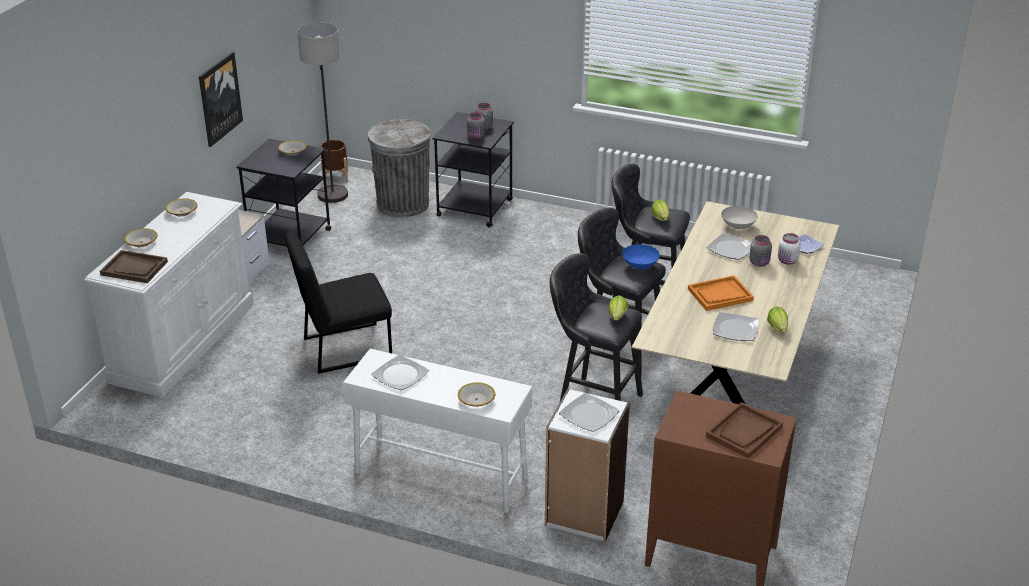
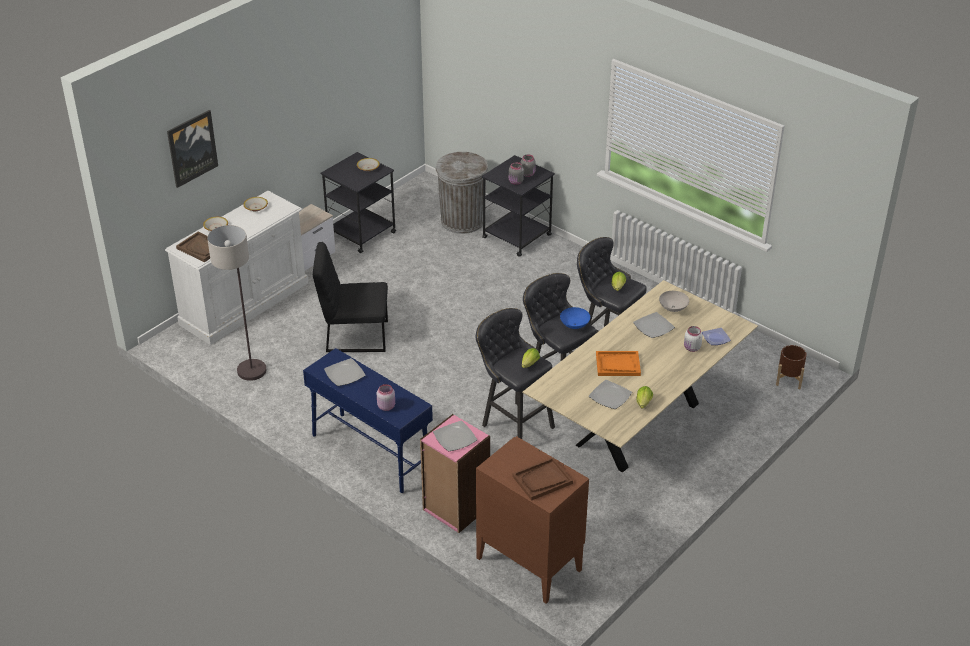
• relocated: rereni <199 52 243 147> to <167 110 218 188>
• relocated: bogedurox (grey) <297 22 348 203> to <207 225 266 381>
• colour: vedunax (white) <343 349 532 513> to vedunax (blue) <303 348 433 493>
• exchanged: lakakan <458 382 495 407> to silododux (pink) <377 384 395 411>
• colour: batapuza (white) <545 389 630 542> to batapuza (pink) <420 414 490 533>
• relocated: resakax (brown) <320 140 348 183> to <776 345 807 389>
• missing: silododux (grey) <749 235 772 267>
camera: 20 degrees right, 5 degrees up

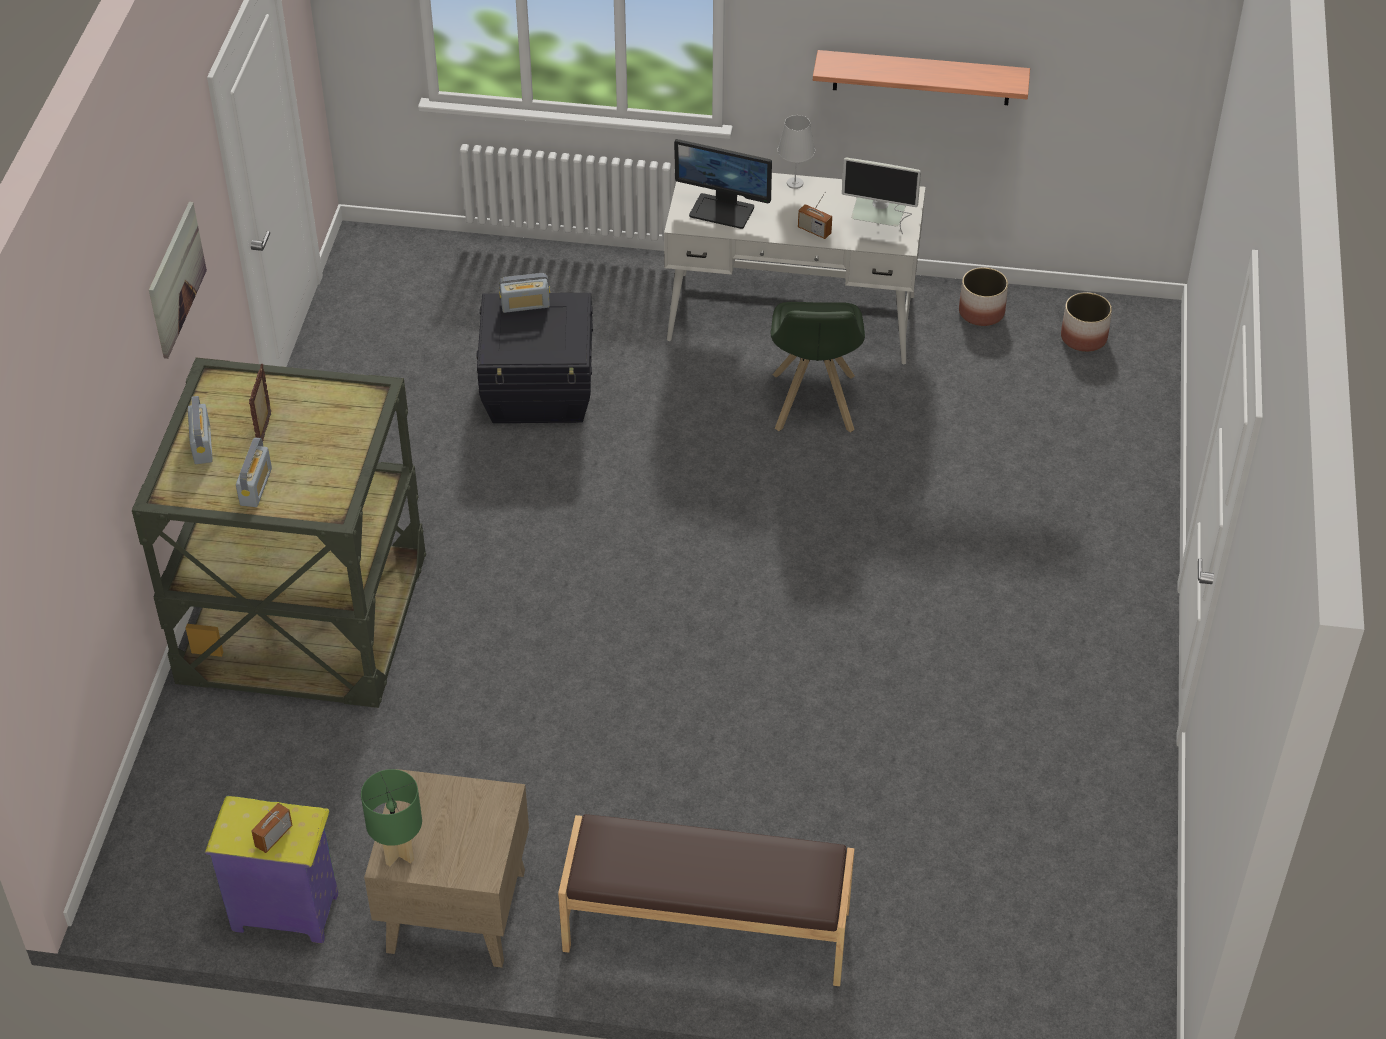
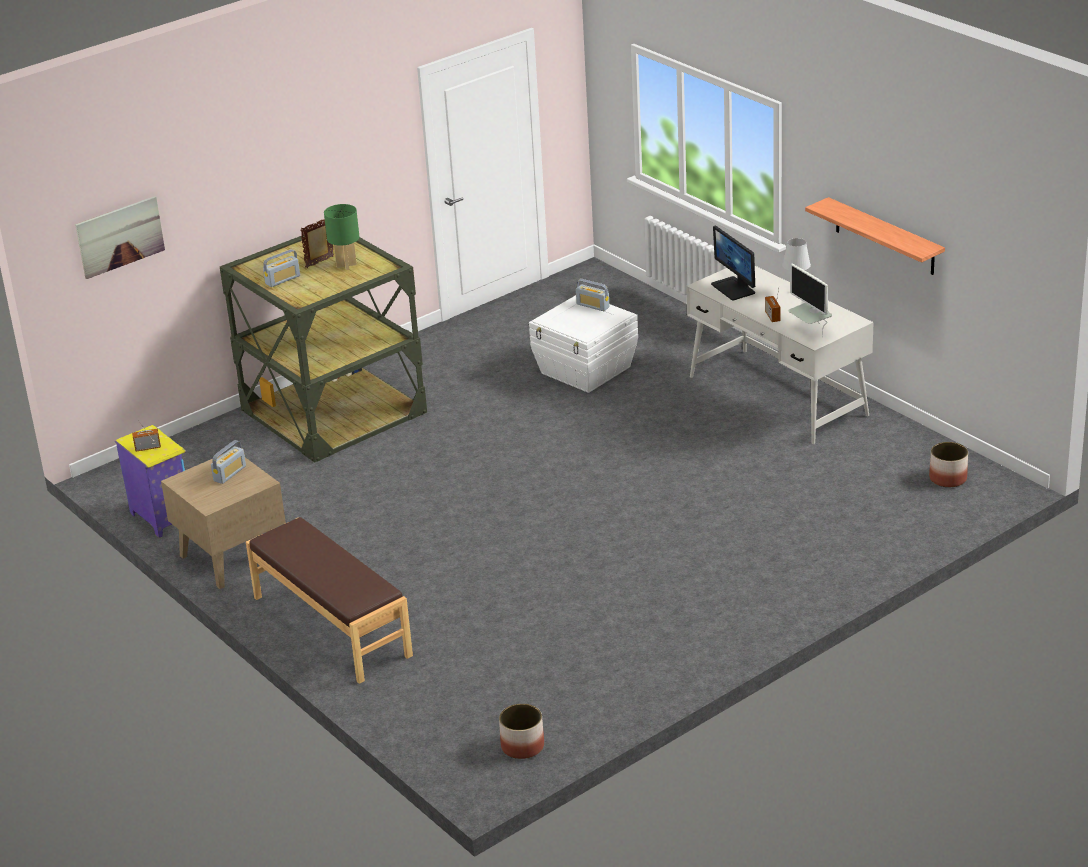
• relocated: rereni <149 202 207 359> to <75 196 165 279>
• relocated: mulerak <188 396 213 464> to <211 440 246 484>
• relocated: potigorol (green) <361 769 422 866> to <324 204 360 270>
• relocated: resakax <959 267 1008 326> to <499 704 544 759>
• colour: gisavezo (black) <476 293 593 423> to gisavezo (white) <529 295 638 393>
• missing: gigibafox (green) <771 302 865 432>
camera: 45 degrees right, 15 degrees down

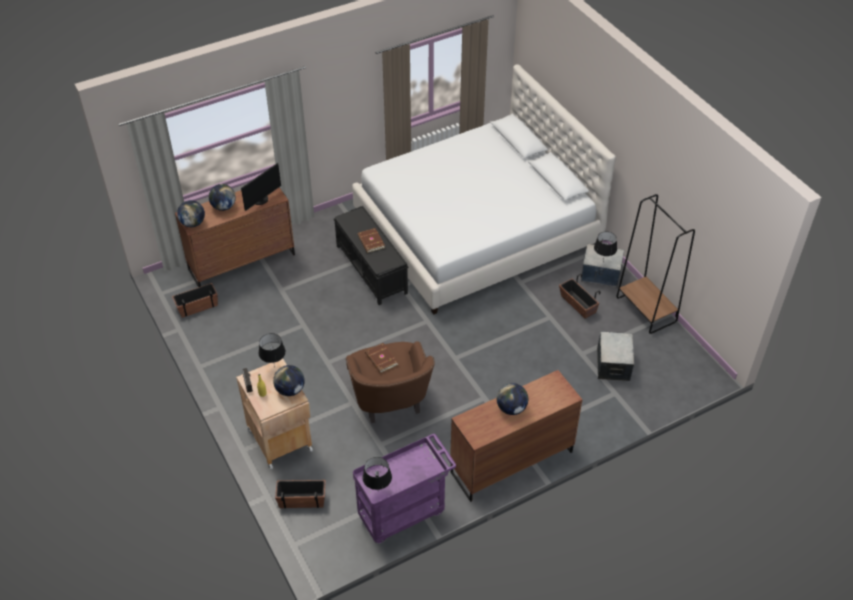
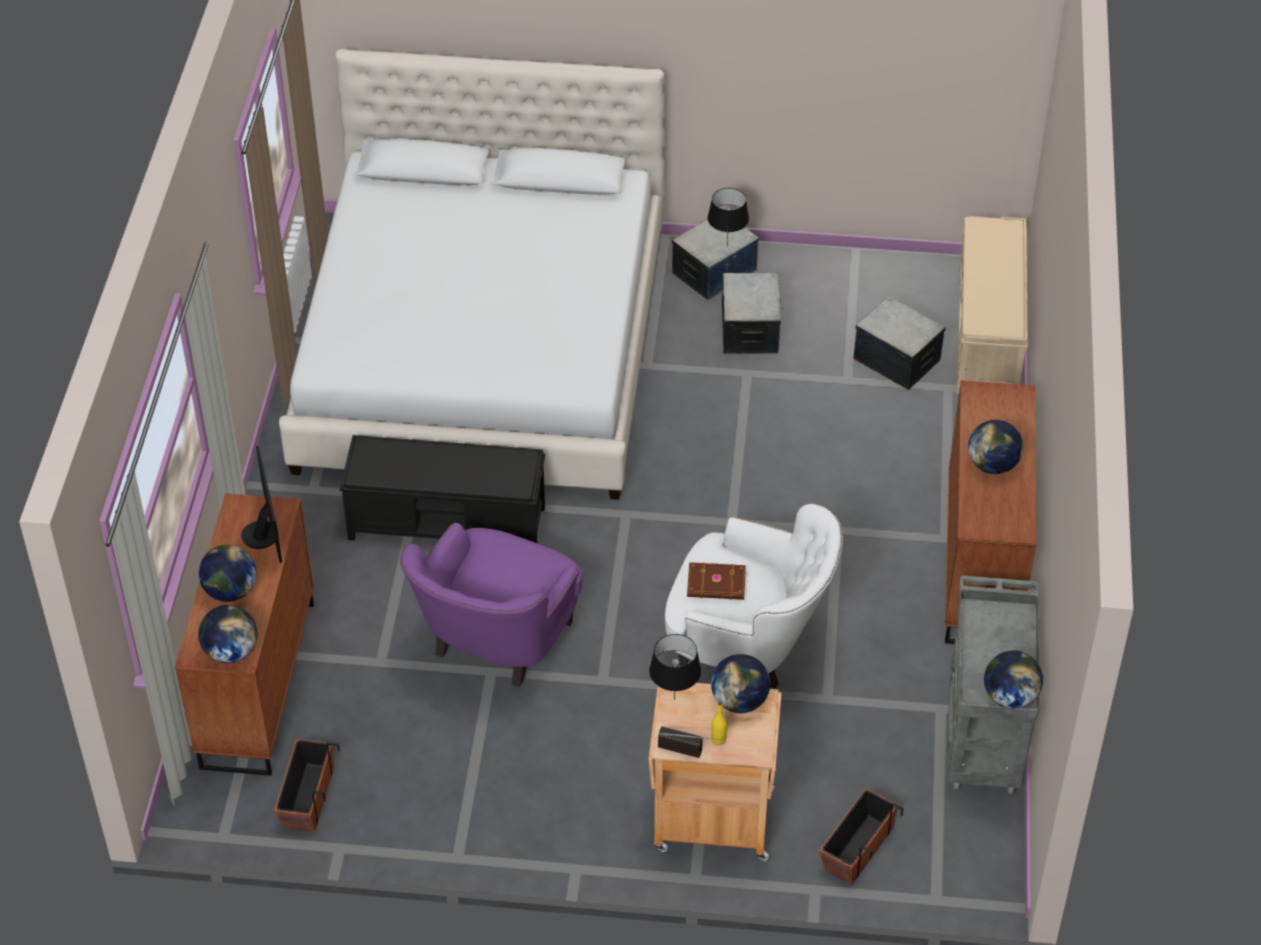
• appeared: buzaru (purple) <400 523 583 687>
• colour: buzaru (brown) <346 341 435 423> to buzaru (white) <665 503 843 689>
• exchanged: resakax <559 274 600 319> to gisavezo <722 273 782 354>
• colour: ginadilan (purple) <353 434 456 544> to ginadilan (grey) <947 576 1040 794>
• appeared: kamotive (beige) <956 216 1028 394>
• exchanged: potigorol (black) <363 457 392 490> to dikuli <984 650 1043 709>
• missing: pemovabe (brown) <358 228 385 253>
• missing: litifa <616 194 695 334>
camera: 55 degrees left, 0 degrees up

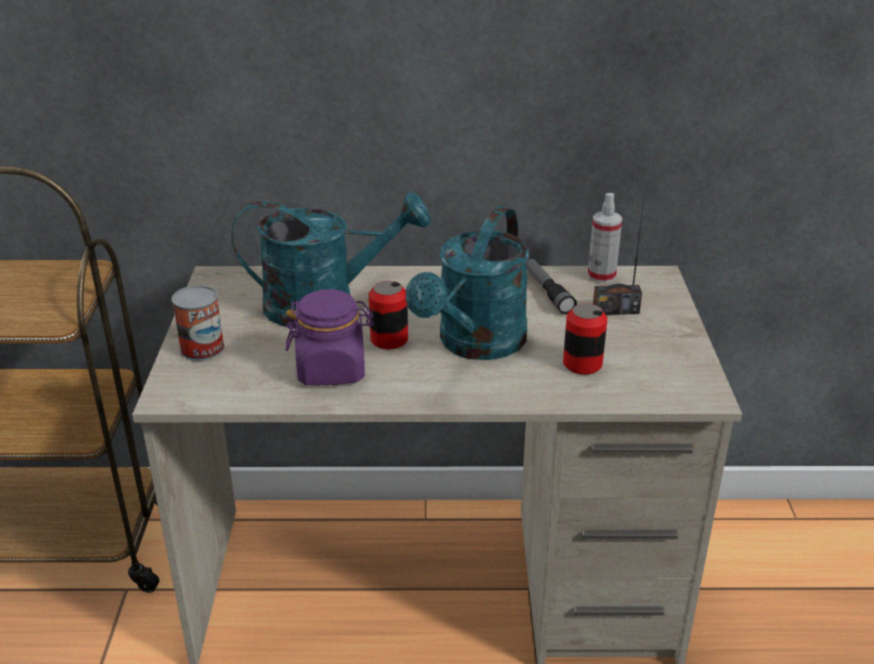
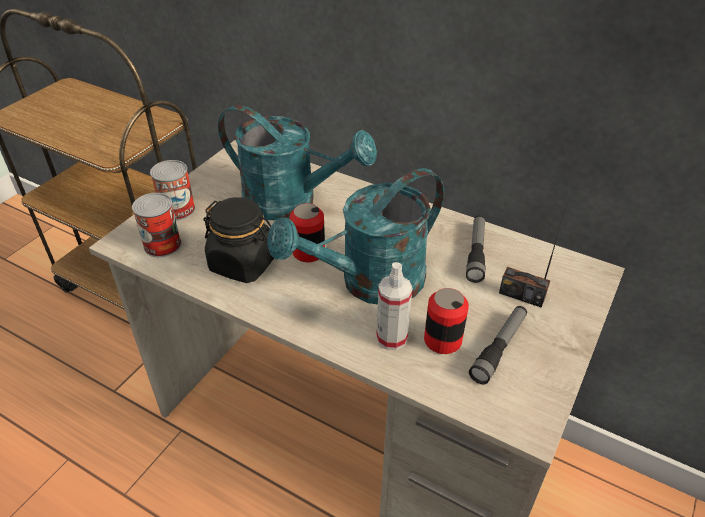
• appeared: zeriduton <132 193 181 257>
• colour: silododux (purple) <286 289 374 385> to silododux (black) <204 197 274 283>
• relocated: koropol <588 193 622 283> to <376 262 412 350>
• appeared: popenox <469 306 527 384>
camera: 30 degrees right, 10 degrees up

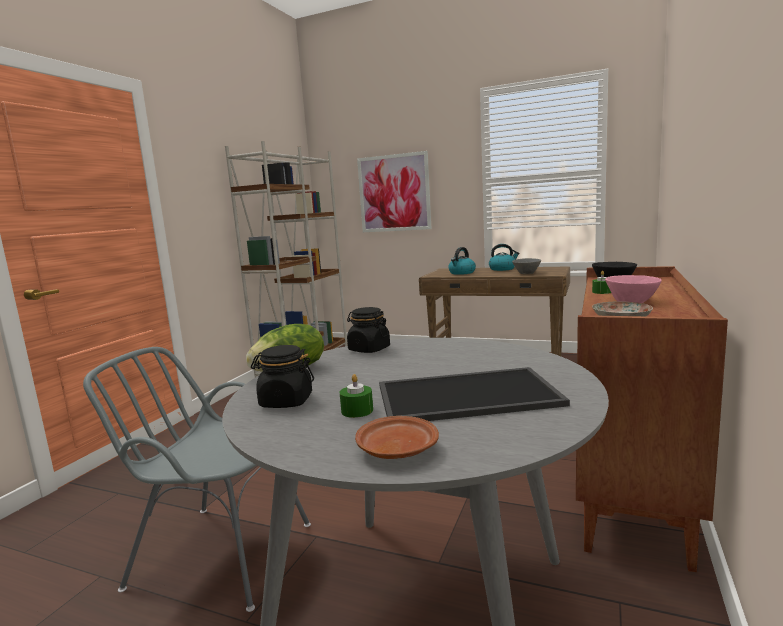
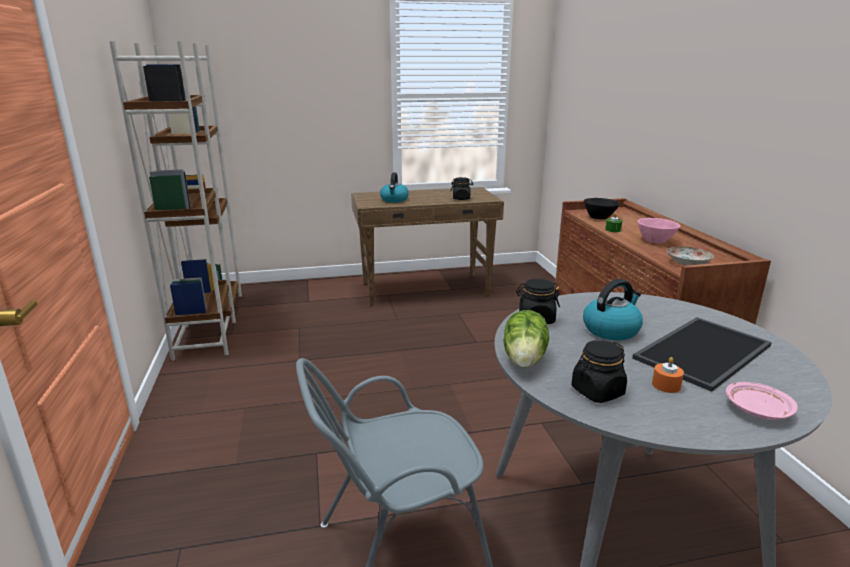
• exchanged: lakakan (grey) <512 258 541 274> to silododux (black) <451 177 473 200>
• relocated: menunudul <489 244 519 271> to <583 279 643 340>
• colour: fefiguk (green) <340 374 373 418> to fefiguk (orange) <652 357 684 393>
• colour: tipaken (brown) <355 416 439 459> to tipaken (pink) <726 382 798 420>
• missing: rereni <357 151 431 232>
camera: 35 degrees left, 10 degrees up

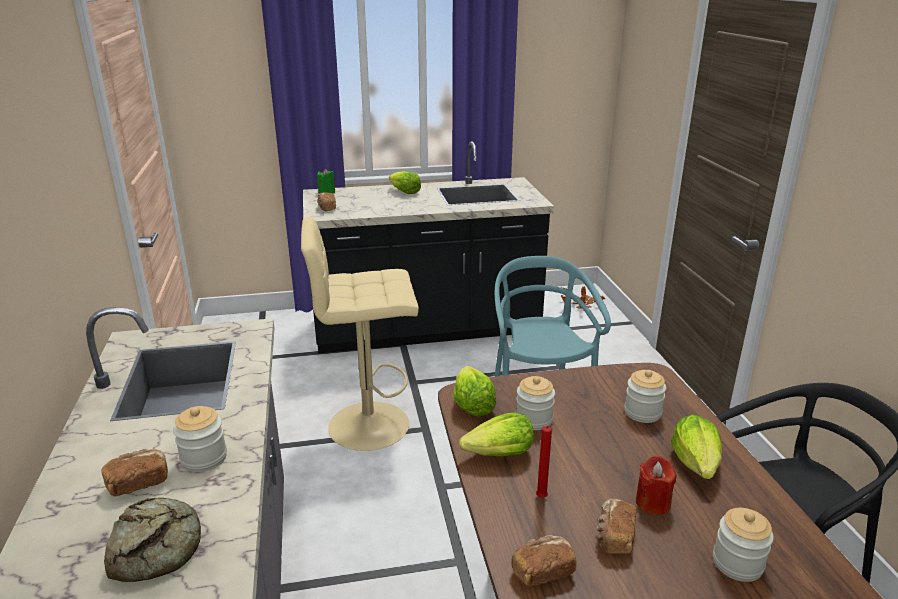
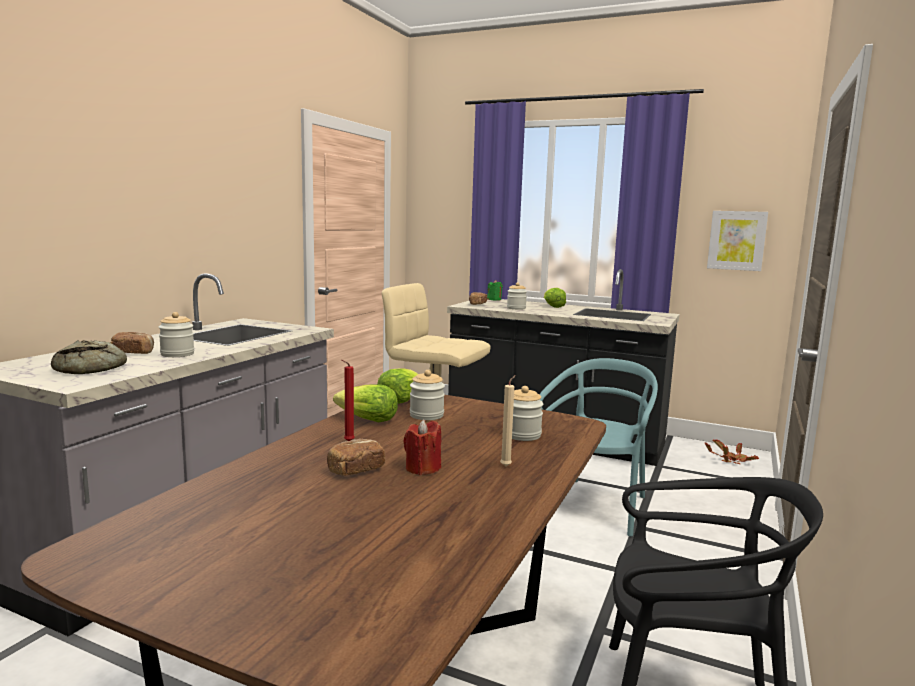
• exchanged: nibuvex <671 415 722 479> to fefiguk (beige) <500 375 516 467>
• relocated: silododux <713 508 774 582> to <507 282 527 310>
• appeared: rereni <707 211 768 271>
• missing: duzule <511 535 577 587>
camera: 35 degrees right, 15 degrees down

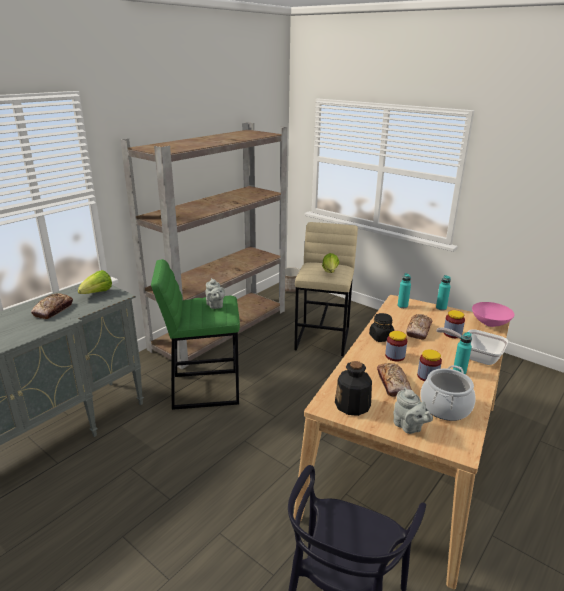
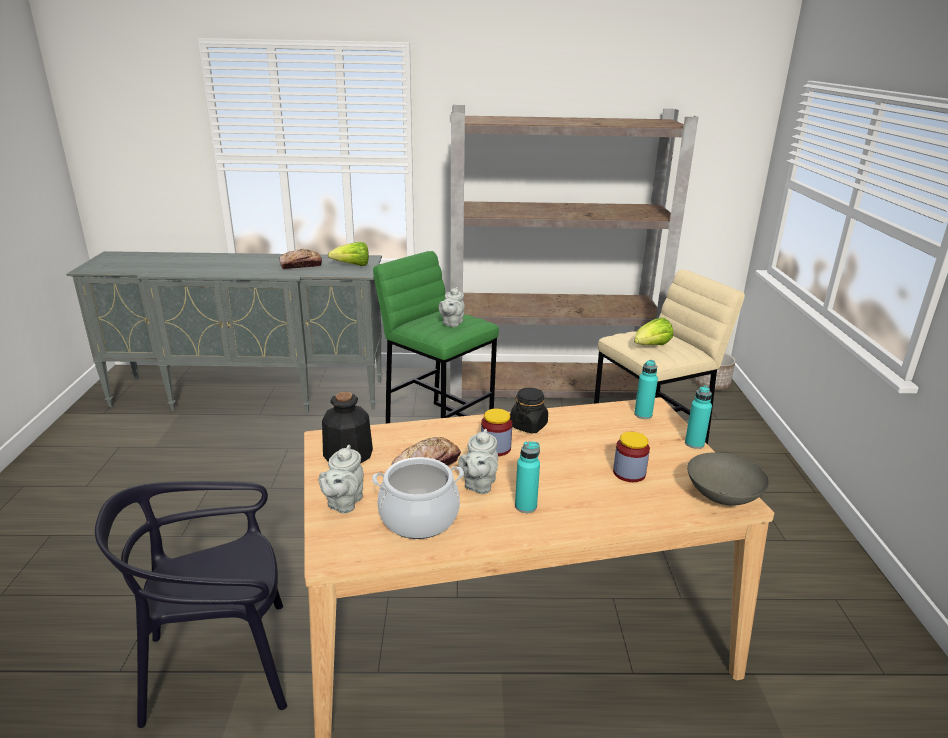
• exchanged: silododux <417 349 442 381> to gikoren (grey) <458 429 498 494>
• colour: lakakan (pink) <472 302 514 327> to lakakan (grey) <687 453 769 506>
• missing: duzule <407 314 432 340>
• missing: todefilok <436 327 508 365>
camera: 50 degrees right, 0 degrees up

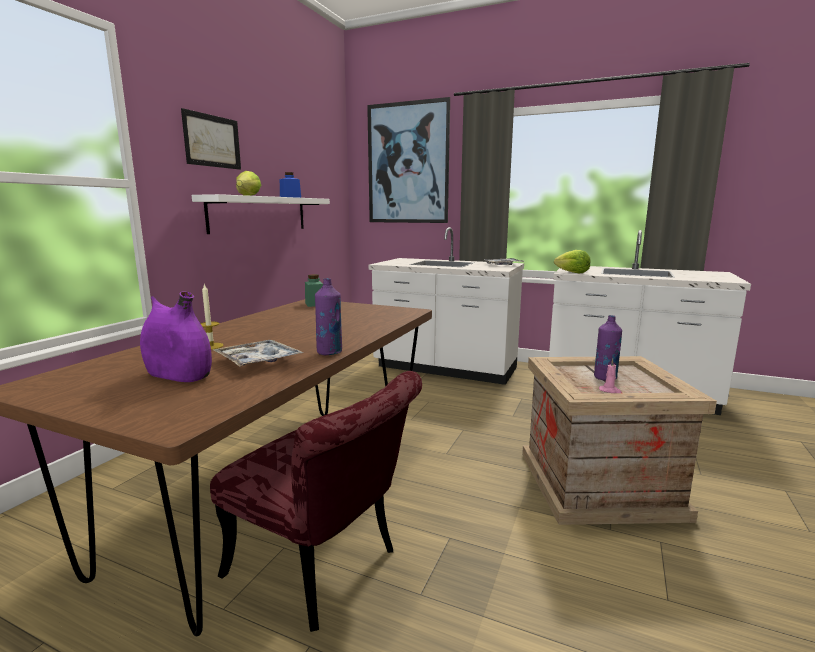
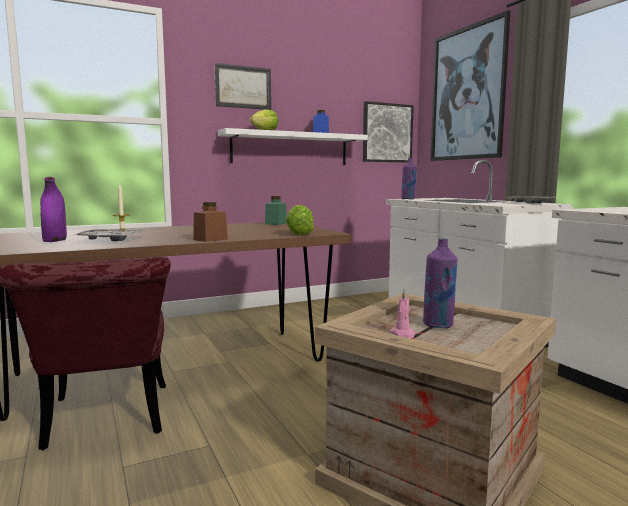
• appeared: silododux (brown) <193 202 228 242>
• relocated: nibuvex <554 250 591 273> to <286 205 314 235>
• appeared: rereni <363 101 414 162>
• relocated: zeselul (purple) <315 278 342 355> to <401 158 417 199>
camera: 40 degrees right, 5 degrees down

